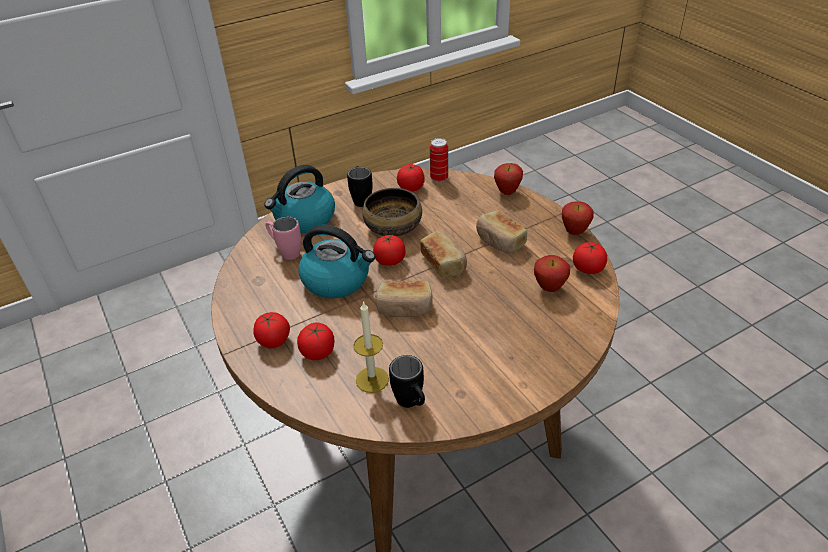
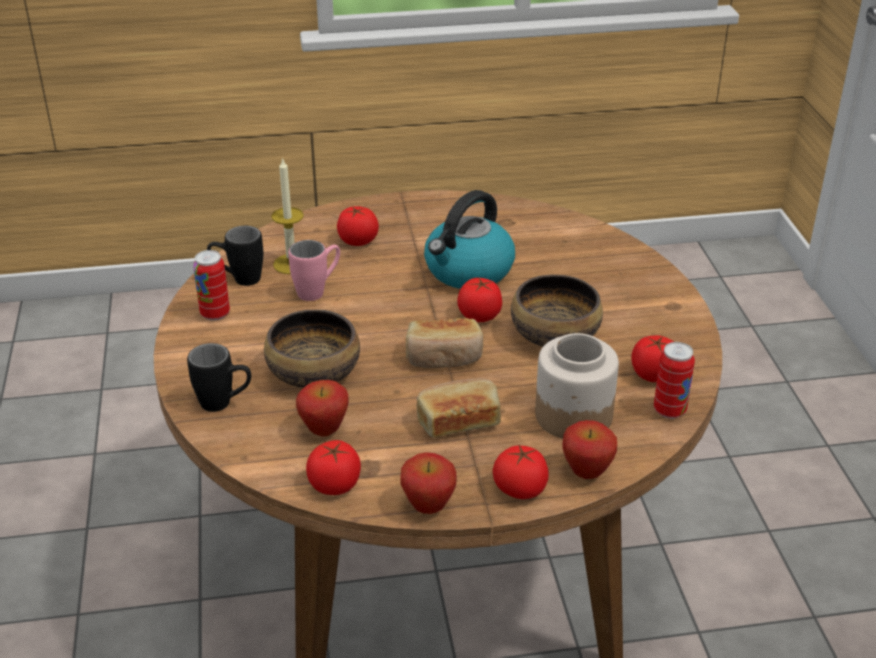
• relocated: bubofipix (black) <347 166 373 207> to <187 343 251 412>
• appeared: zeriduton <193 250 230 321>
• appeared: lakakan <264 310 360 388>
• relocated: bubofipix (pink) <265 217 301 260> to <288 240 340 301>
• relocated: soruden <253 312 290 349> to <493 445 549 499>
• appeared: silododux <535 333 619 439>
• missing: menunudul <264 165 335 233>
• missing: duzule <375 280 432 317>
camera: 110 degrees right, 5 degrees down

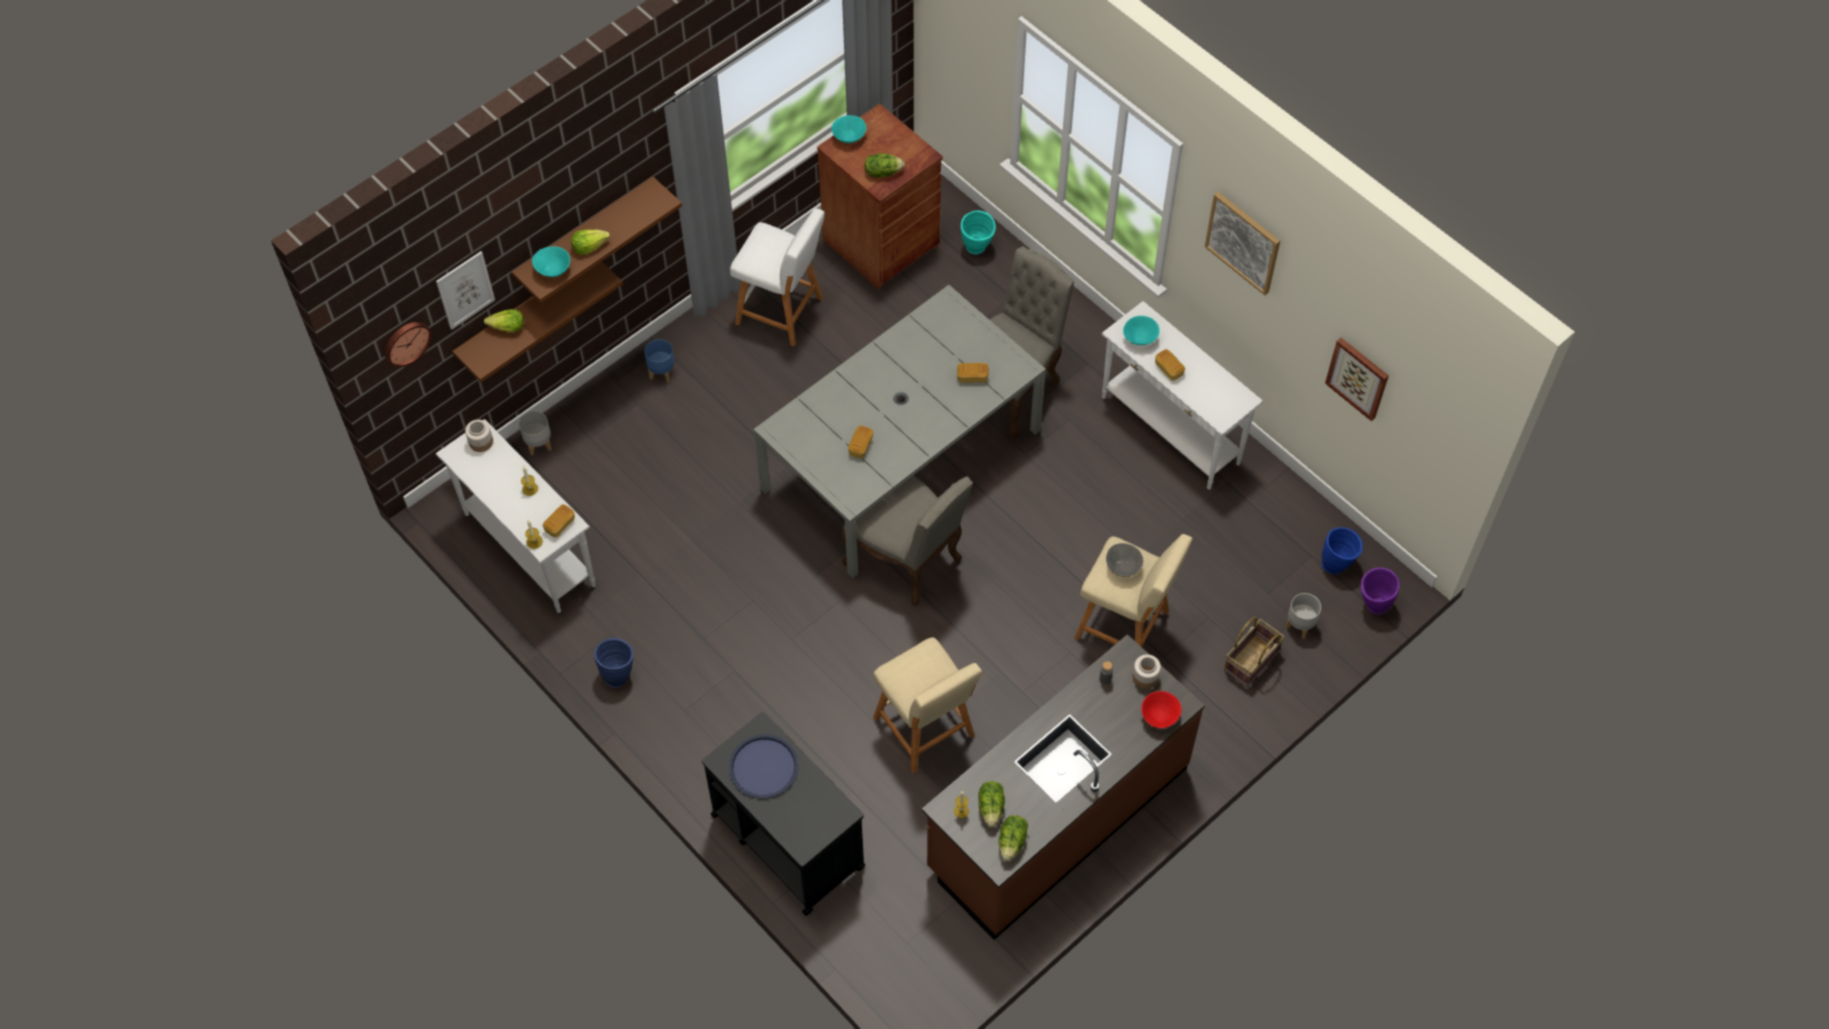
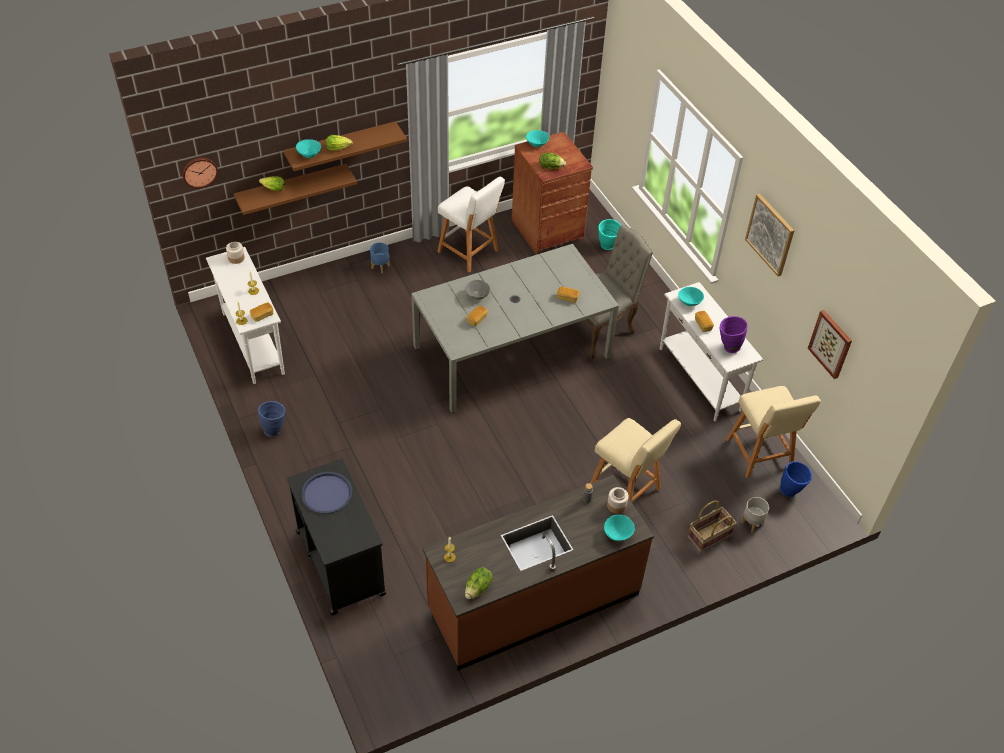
• relocated: lakakan (grey) <1106 543 1143 577> to <466 280 490 300>
• colour: lakakan (red) <1141 691 1181 728> to lakakan (turquoise) <604 515 635 541>
• relocated: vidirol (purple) <1361 567 1400 615> to <720 316 748 353>
• relocated: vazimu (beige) <873 637 982 773> to <726 386 821 478>
• missing: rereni <436 251 495 330>
• missing: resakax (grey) <519 411 552 456>
• missing: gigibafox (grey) <842 475 973 606>
• missing: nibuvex <978 781 1005 828>
camera: 15 degrees right, 10 degrees down

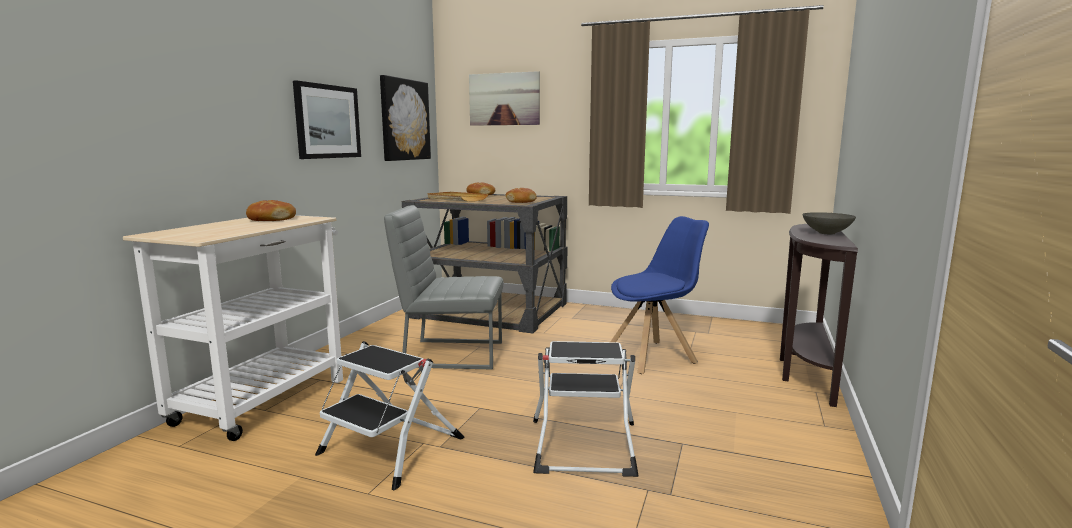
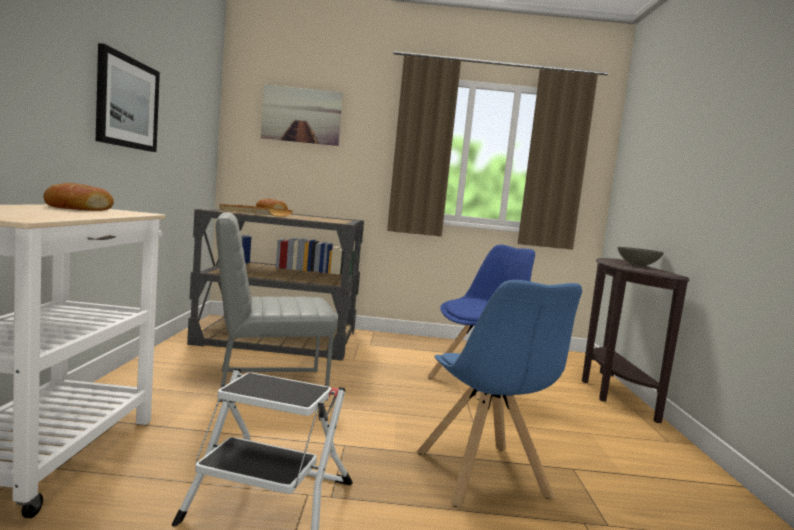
• exchanged: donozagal <533 341 639 477> to gigibafox (blue) <417 280 582 508>
• missing: rereni <380 75 431 161>
• missing: duzule <506 188 537 203>
camera: 20 degrees left, 5 degrees down

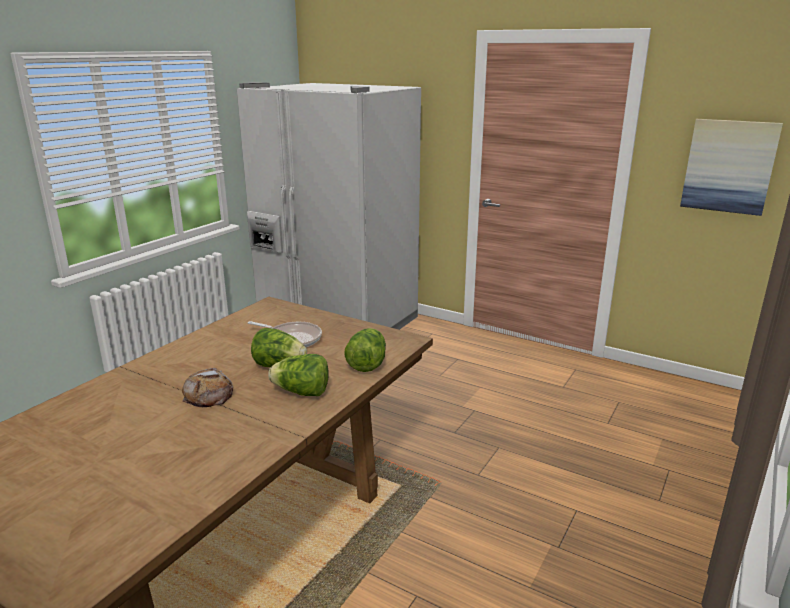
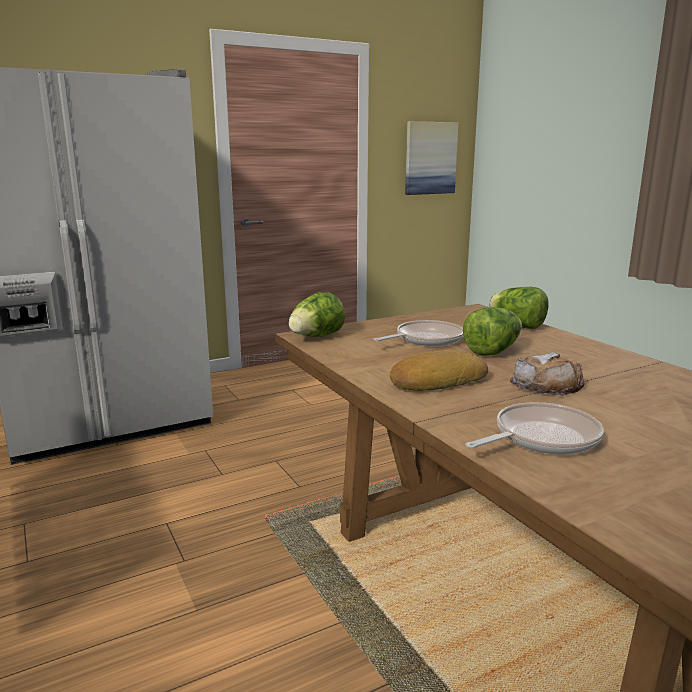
• relocated: nibuvex <268 354 329 396> to <289 292 345 337>
• appeared: duzule <390 350 488 391>
• appeared: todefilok <466 402 604 455>
camera: 60 degrees left, 5 degrees down

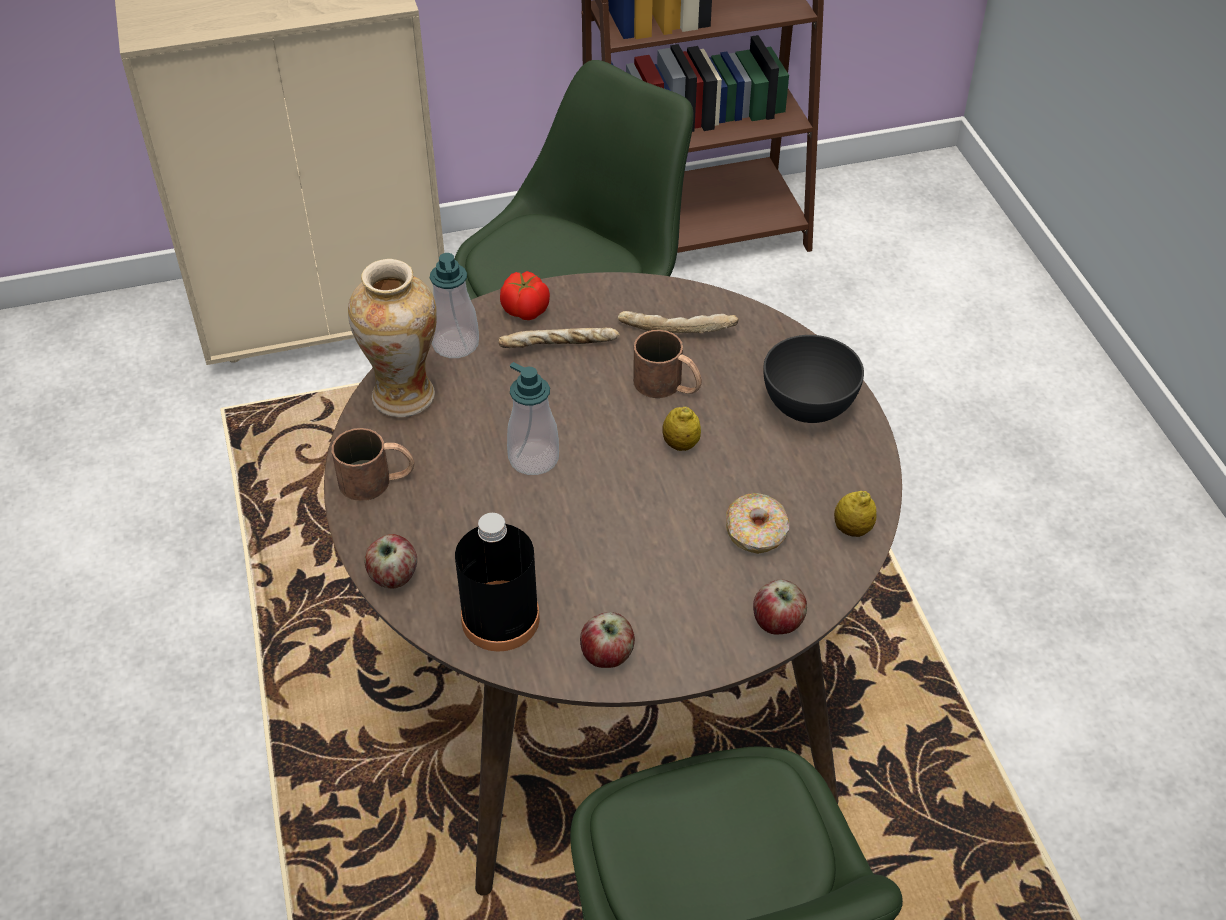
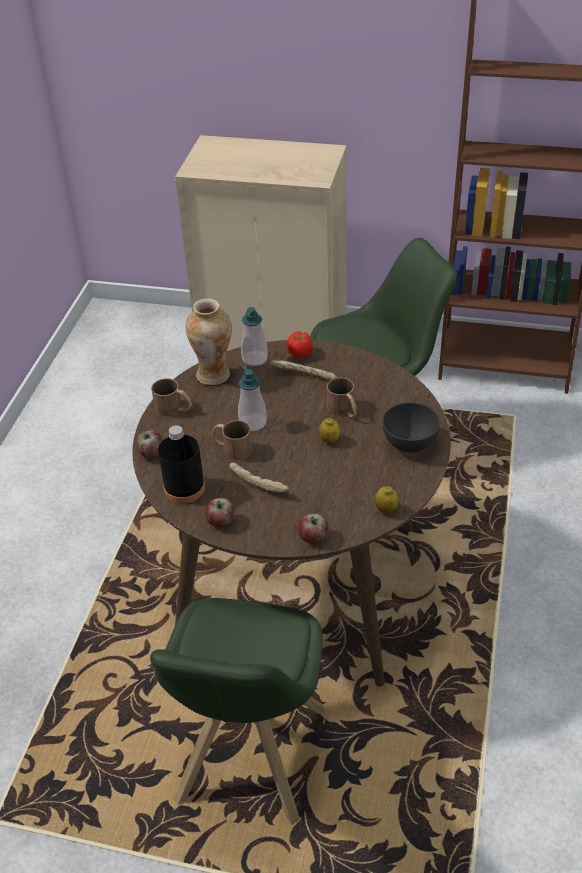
• appeared: bubofipix (brown) <212 420 253 460>
• relocated: duzule <618 311 738 333> to <229 463 289 493>
• missing: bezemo <726 493 789 554>
camera: 30 degrees right, 5 degrees down

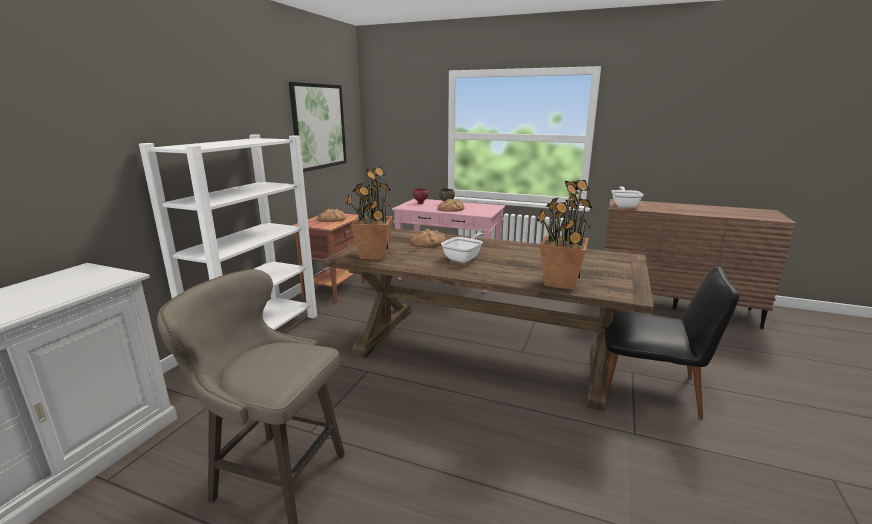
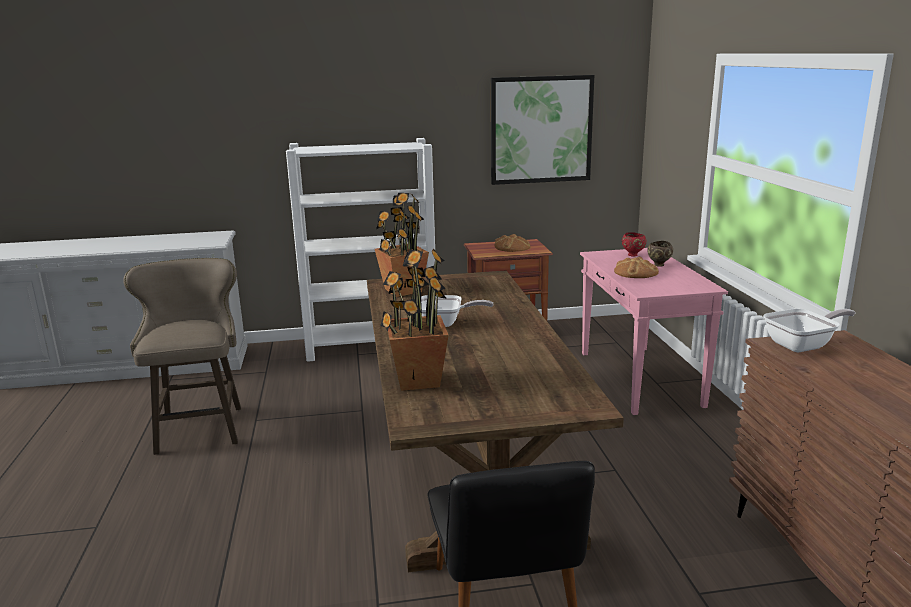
• missing: duzule <410 229 446 247>
camera: 60 degrees right, 0 degrees up

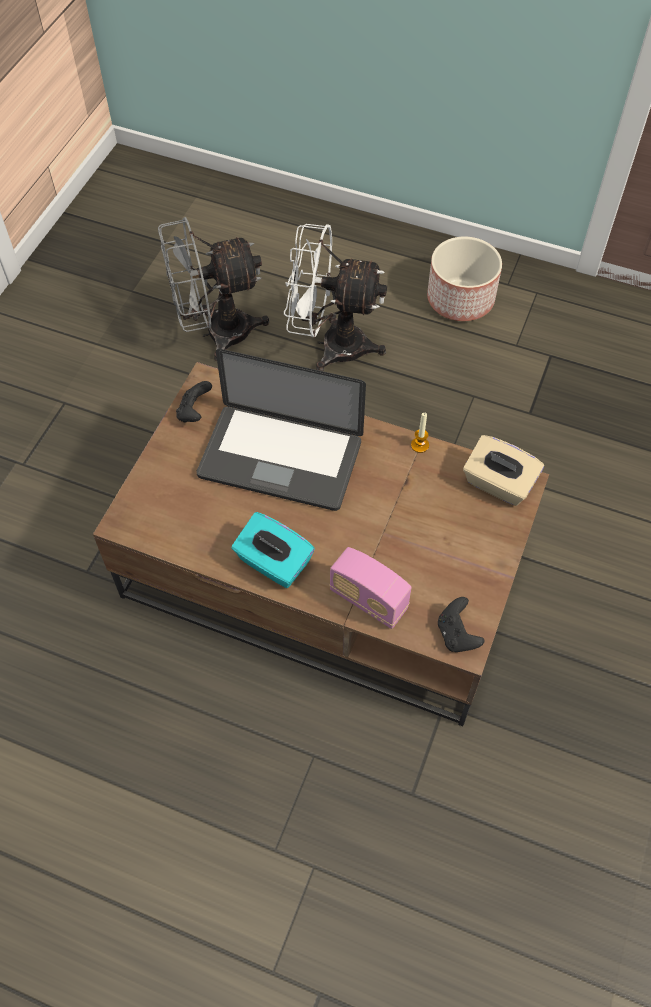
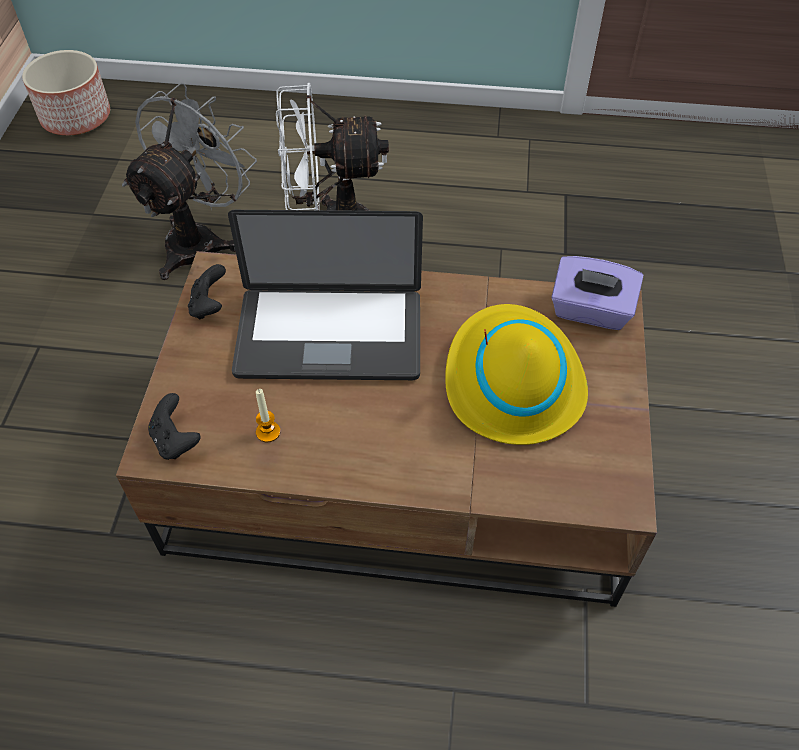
• relocated: resakax <427 237 502 321> to <22 50 110 135>
• spun: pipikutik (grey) <158 217 269 361> = <122 83 257 280> 150 degrees clockwise
• relocated: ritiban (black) <438 597 485 652> to <148 393 201 460>
• relocated: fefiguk <411 412 429 453> to <256 389 281 442>
• appeared: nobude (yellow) <445 304 588 445>
• colour: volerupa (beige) <463 435 544 506> to volerupa (purple) <551 256 643 330>
• missing: volerupa (turquoise) <231 512 315 588>
• missing: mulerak <329 547 412 629>
camera: 15 degrees left, 5 degrees down

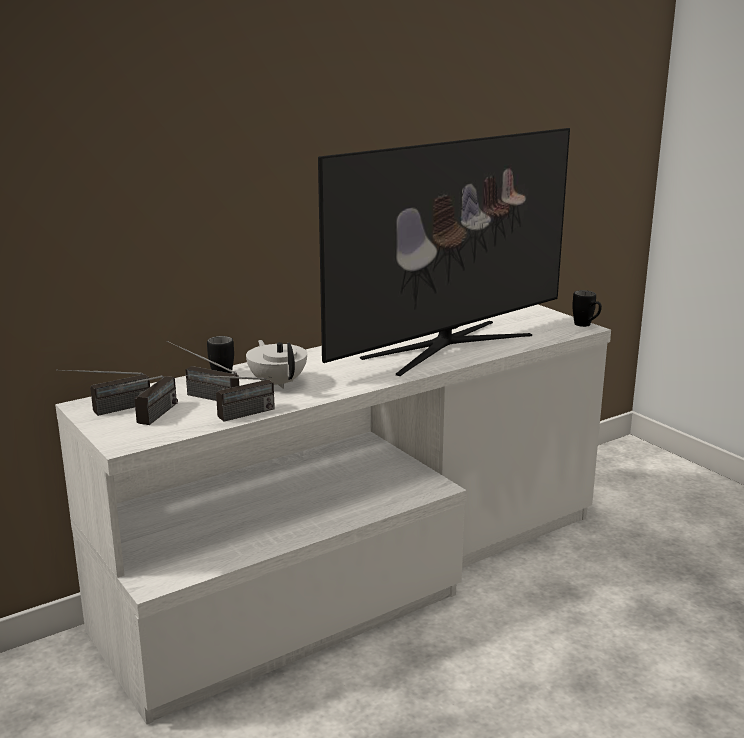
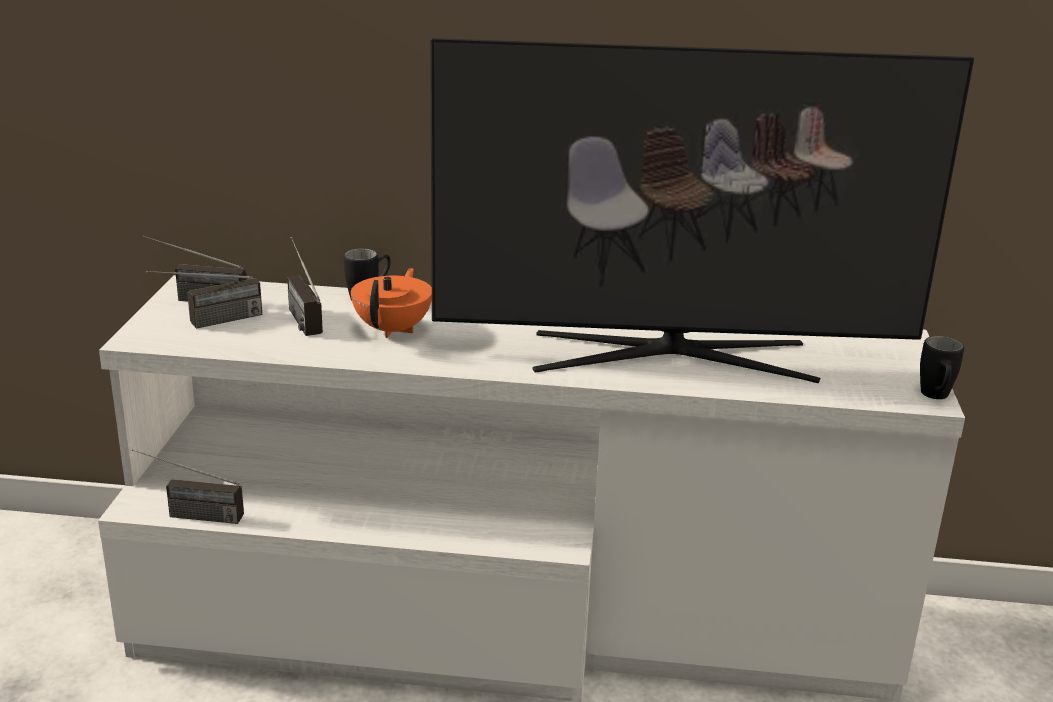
• relocated: mulerak <185 375 275 421> to <132 449 244 524>
• colour: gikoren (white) <246 340 307 389> to gikoren (orange) <351 268 432 338>
camera: 40 degrees right, 5 degrees up

